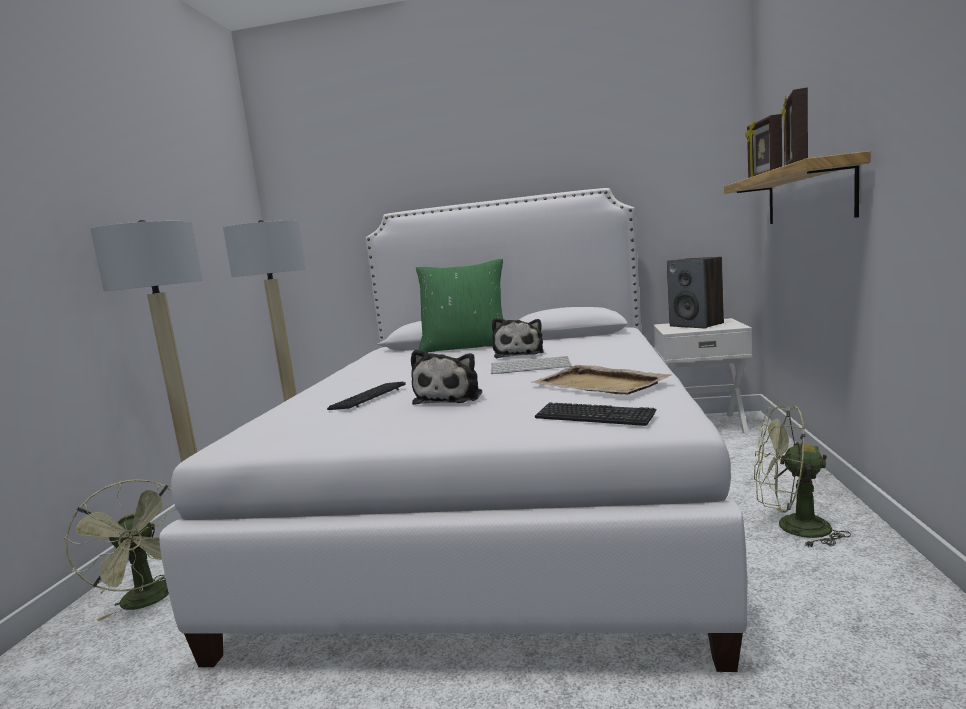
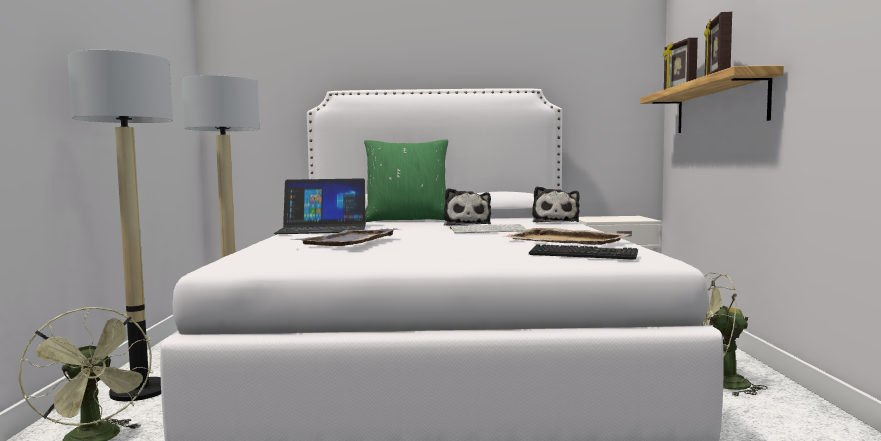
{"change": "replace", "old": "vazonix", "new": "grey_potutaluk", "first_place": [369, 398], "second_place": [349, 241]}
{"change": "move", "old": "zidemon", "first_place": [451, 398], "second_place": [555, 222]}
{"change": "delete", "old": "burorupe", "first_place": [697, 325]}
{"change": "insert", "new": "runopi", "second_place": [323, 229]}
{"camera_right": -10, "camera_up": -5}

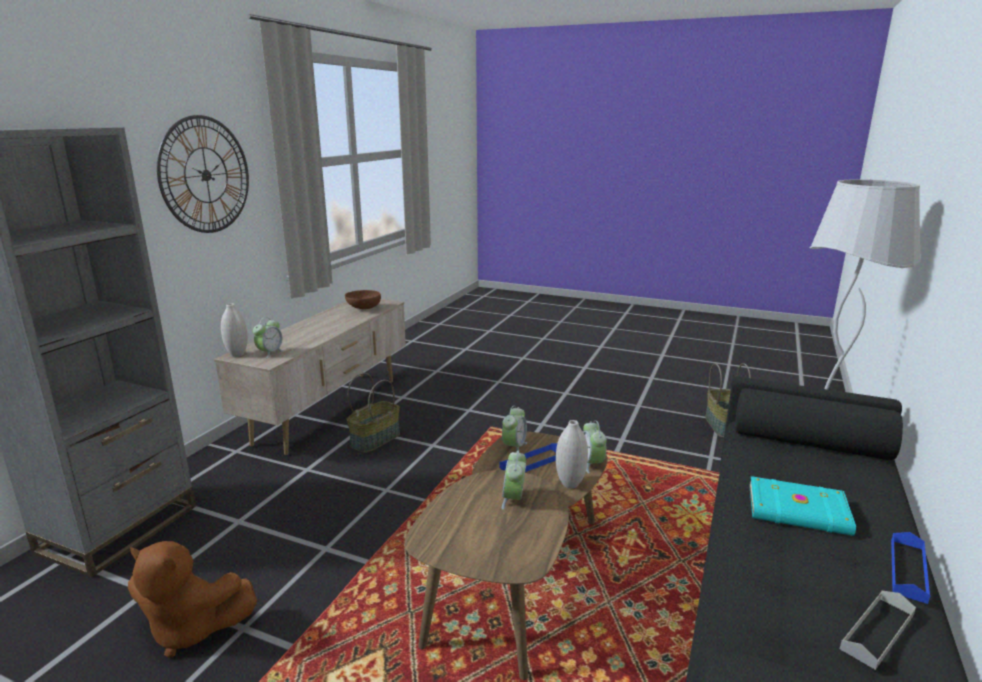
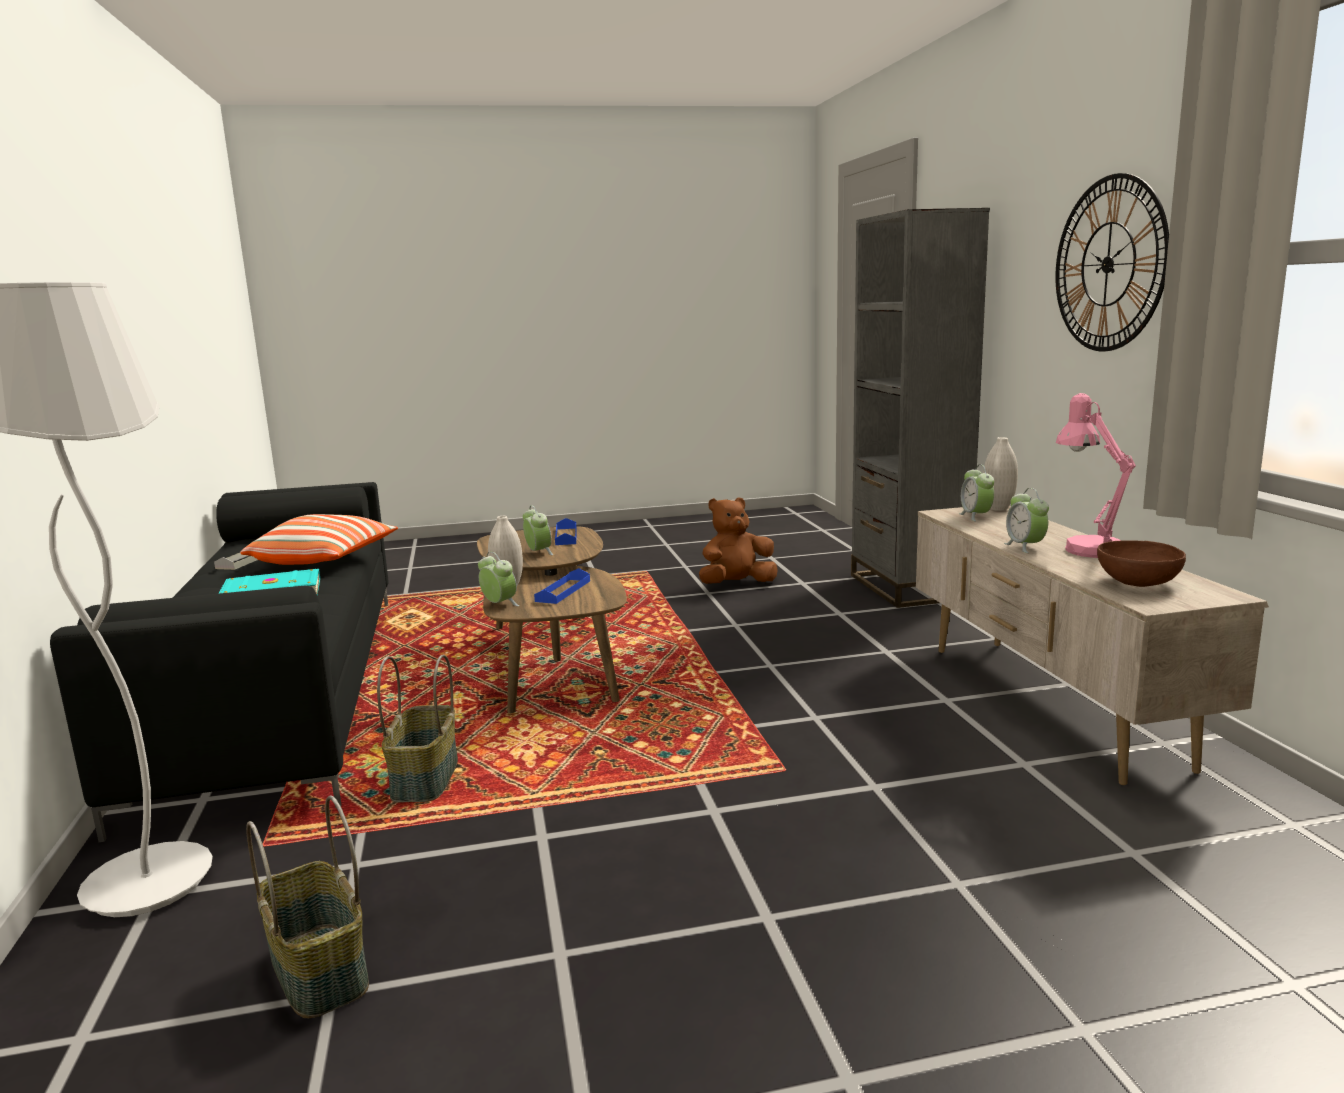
{"change": "move", "old": "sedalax", "first_place": [375, 439], "second_place": [426, 778]}
{"change": "move", "old": "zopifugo", "first_place": [514, 447], "second_place": [1025, 547]}
{"change": "move", "old": "blue_potutaluk", "first_place": [908, 570], "second_place": [566, 536]}
{"change": "insert", "new": "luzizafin", "second_place": [325, 560]}
{"change": "insert", "new": "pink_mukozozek", "second_place": [1087, 547]}
{"camera_right": 145, "camera_up": -5}

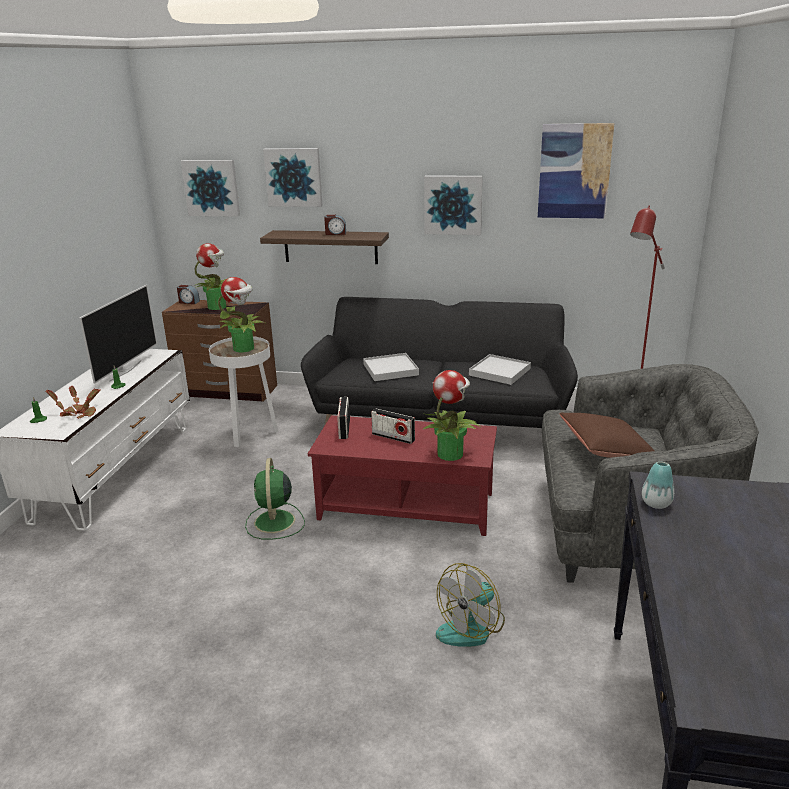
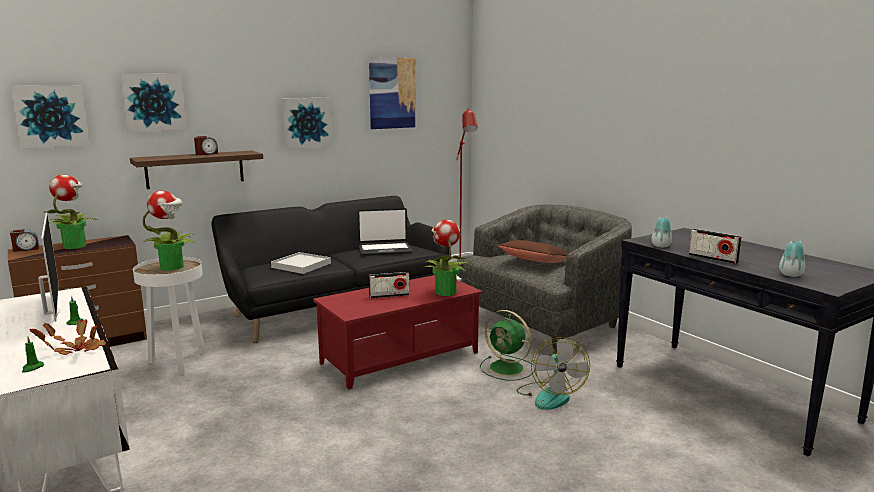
{"change": "move", "old": "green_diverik", "first_place": [274, 522], "second_place": [508, 368]}
{"change": "move", "old": "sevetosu", "first_place": [344, 428], "second_place": [713, 258]}
{"change": "replace", "old": "white_potutaluk", "new": "runopi", "first_place": [500, 372], "second_place": [384, 249]}
{"change": "insert", "new": "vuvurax", "second_place": [790, 275]}
{"camera_right": -45, "camera_up": -10}

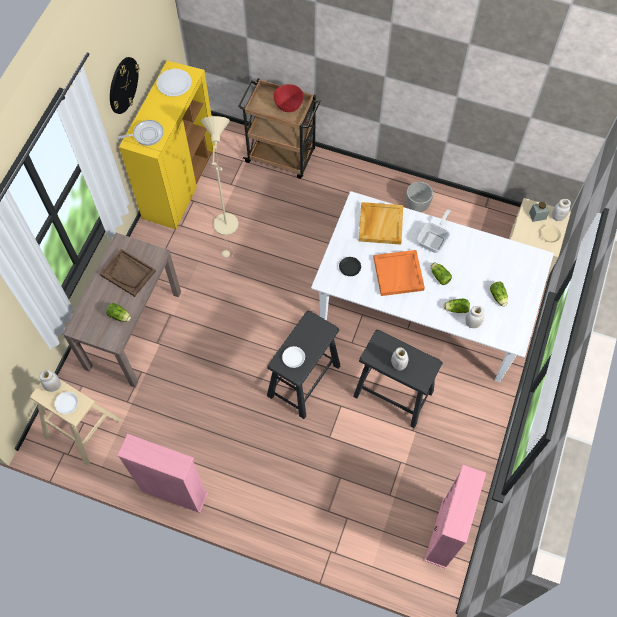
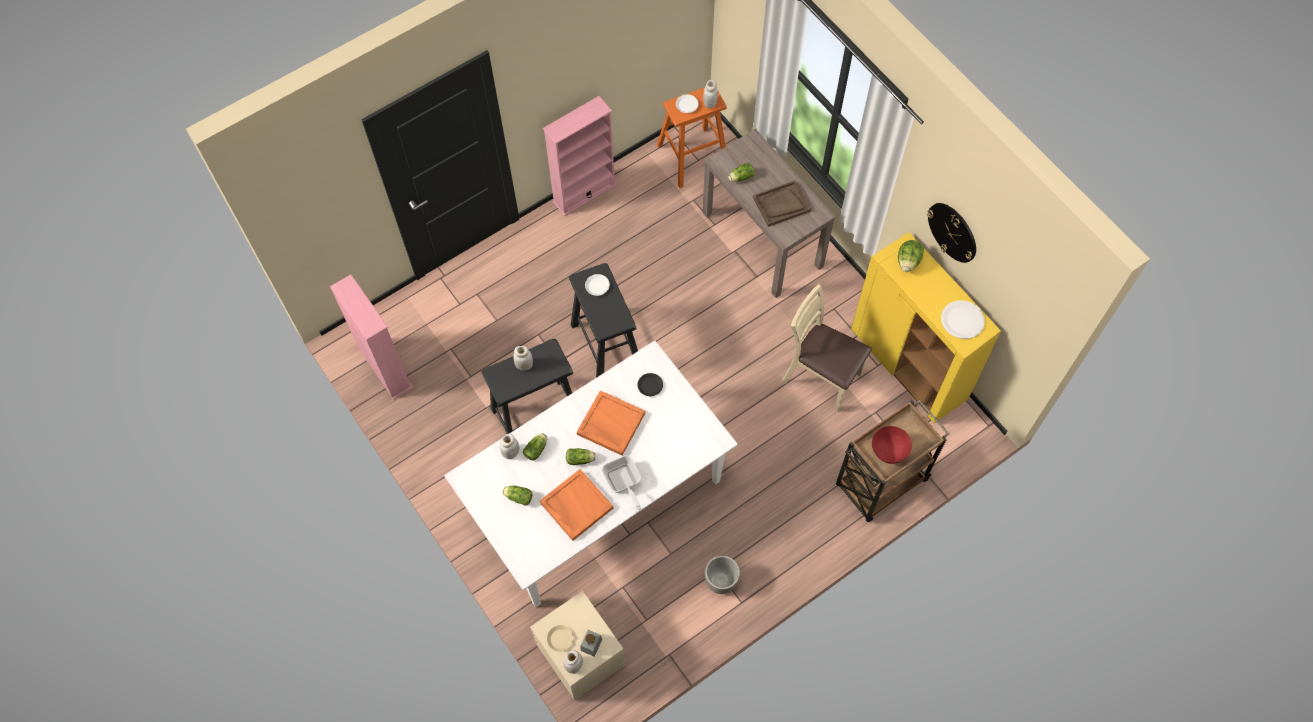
{"change": "recolor", "old": "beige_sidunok", "new": "orange_sidunok", "first_place": [83, 428], "second_place": [693, 157]}
{"change": "replace", "old": "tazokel", "new": "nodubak", "first_place": [146, 135], "second_place": [908, 261]}
{"change": "replace", "old": "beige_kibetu", "new": "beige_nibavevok", "first_place": [227, 229], "second_place": [821, 376]}
{"change": "delete", "old": "beige_potutaluk", "first_place": [380, 224]}
{"change": "insert", "new": "orange_potutaluk", "second_place": [576, 505]}
{"camera_right": 125, "camera_up": 0}

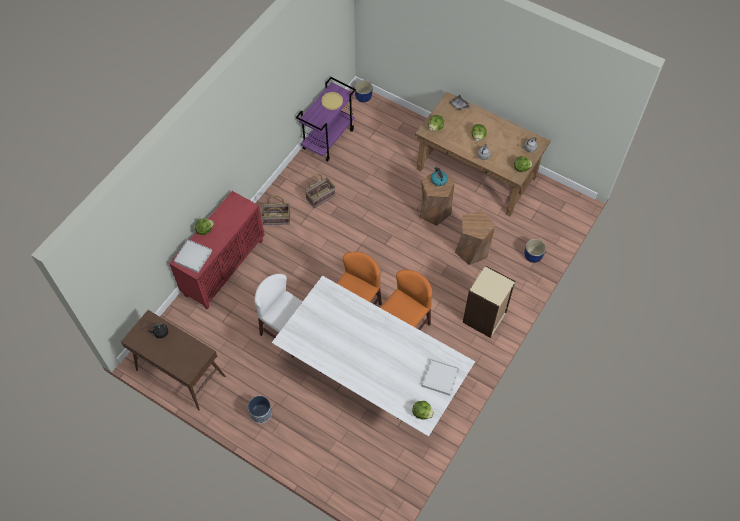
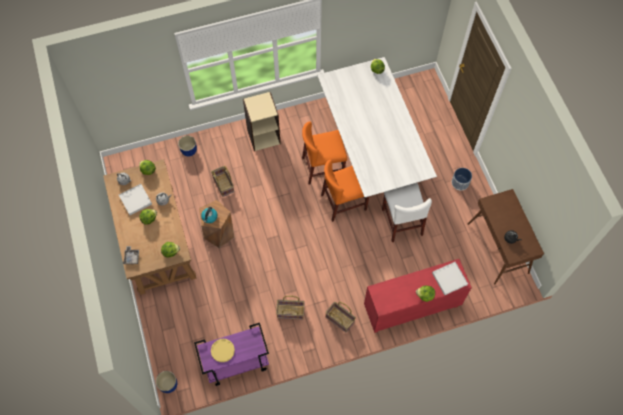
{"change": "move", "old": "white_potutaluk", "first_place": [440, 378], "second_place": [135, 200]}
{"change": "replace", "old": "brown_sidunok", "new": "sedalax", "first_place": [471, 250], "second_place": [224, 185]}
{"camera_right": -140, "camera_up": 5}

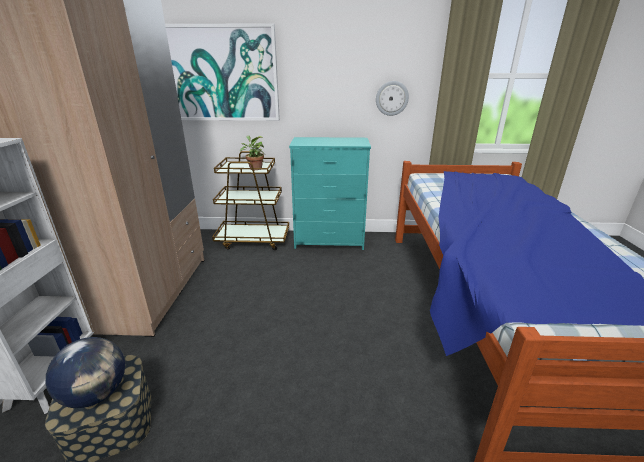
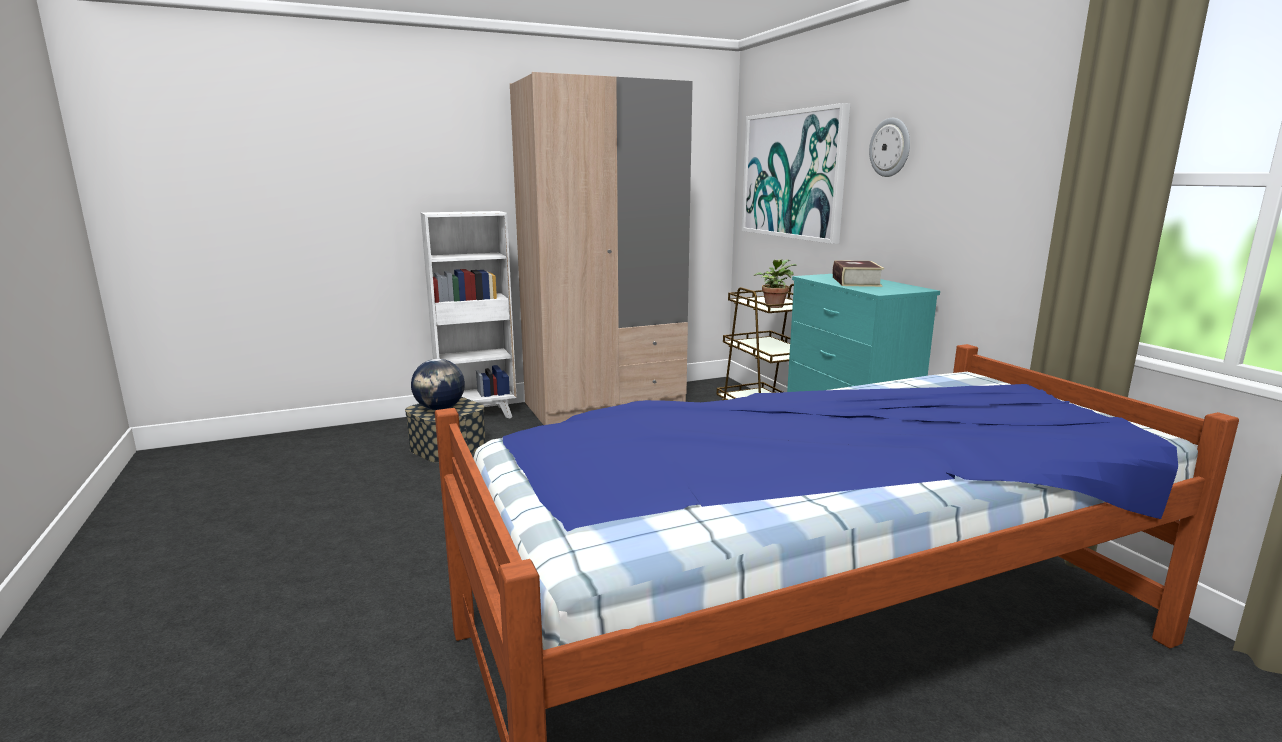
{"change": "move", "old": "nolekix", "first_place": [392, 98], "second_place": [890, 147]}
{"change": "insert", "new": "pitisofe", "second_place": [856, 282]}
{"camera_right": 65, "camera_up": -10}

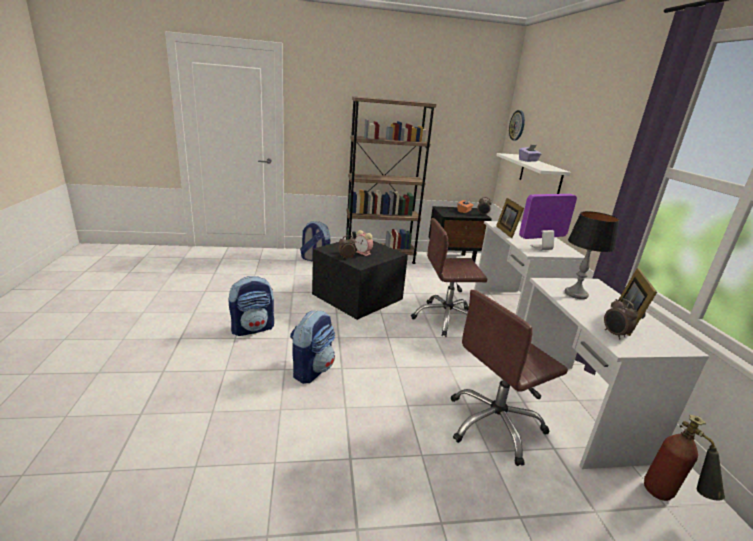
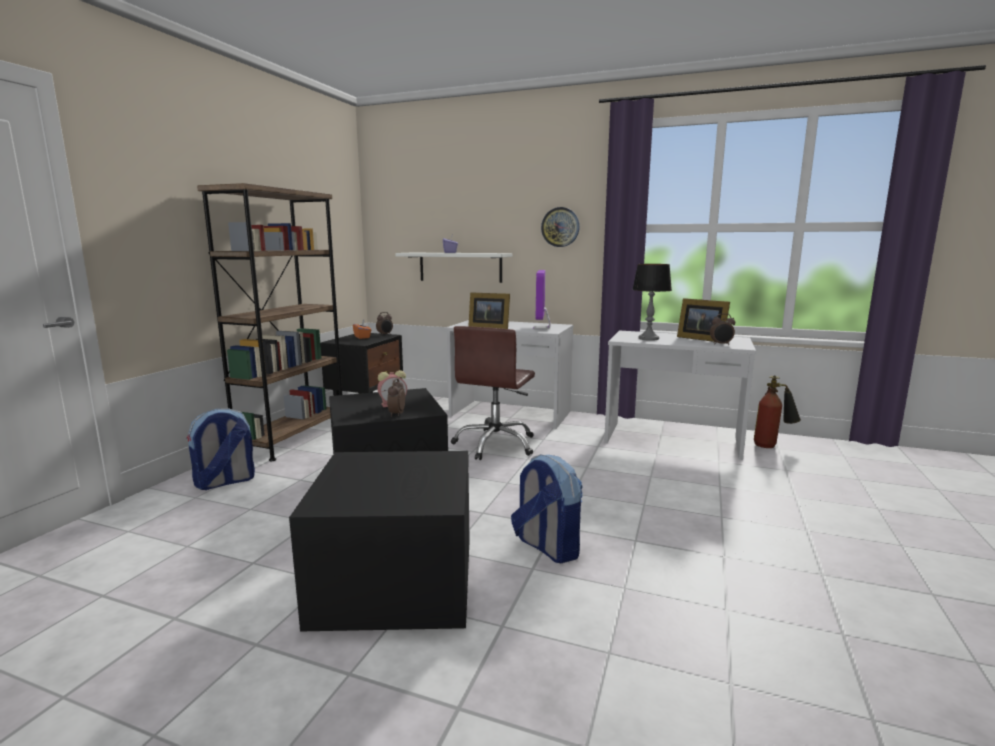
{"change": "replace", "old": "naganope", "new": "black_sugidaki", "first_place": [253, 328], "second_place": [393, 578]}
{"change": "delete", "old": "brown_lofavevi", "first_place": [495, 425]}
{"change": "move", "old": "nolekix", "first_place": [517, 125], "second_place": [560, 227]}
{"camera_right": -60, "camera_up": -10}

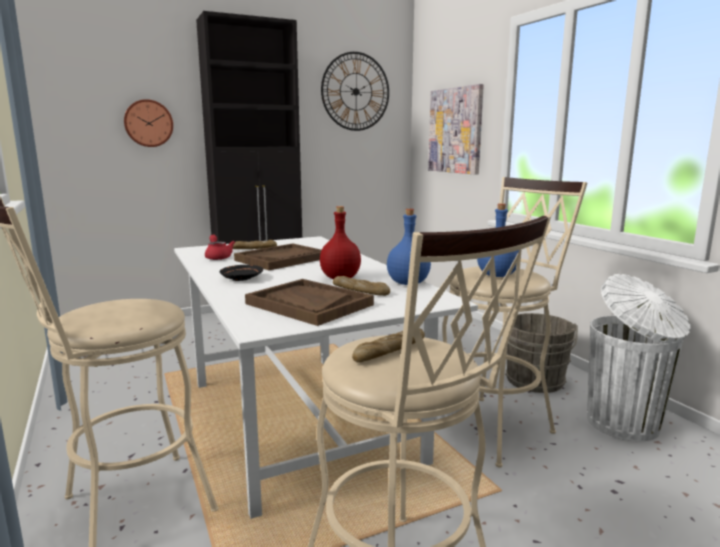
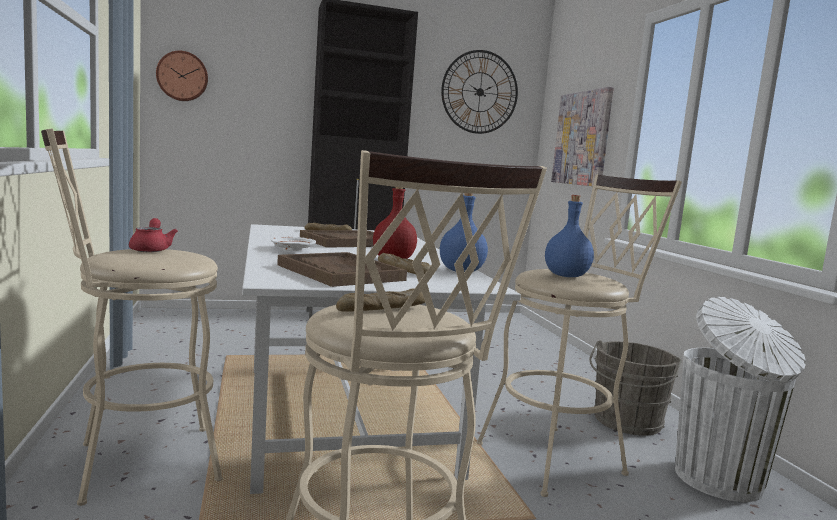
{"change": "move", "old": "nolekix", "first_place": [148, 123], "second_place": [182, 76]}
{"change": "move", "old": "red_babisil", "first_place": [218, 257], "second_place": [151, 249]}
{"change": "recolor", "old": "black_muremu", "new": "white_muremu", "first_place": [241, 278], "second_place": [292, 249]}
{"camera_right": 10, "camera_up": -5}

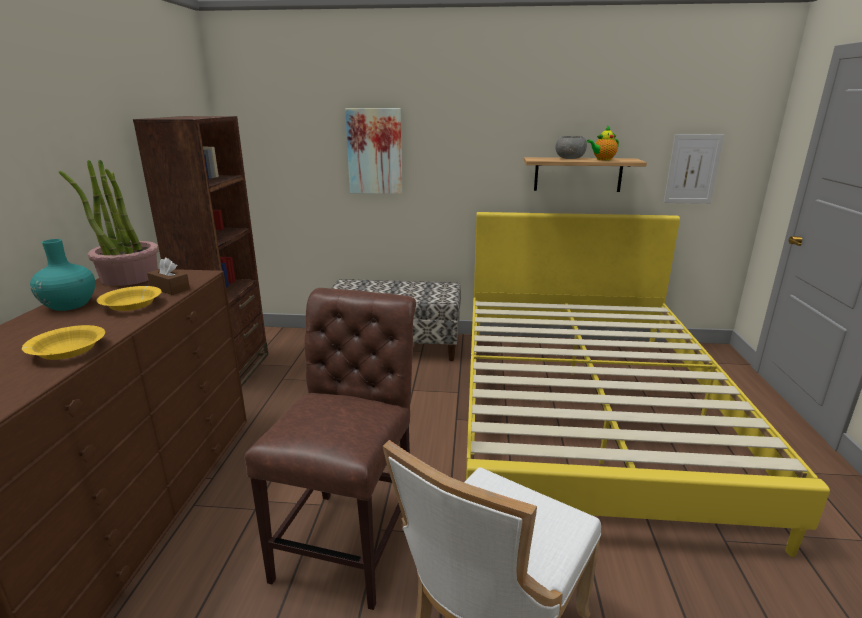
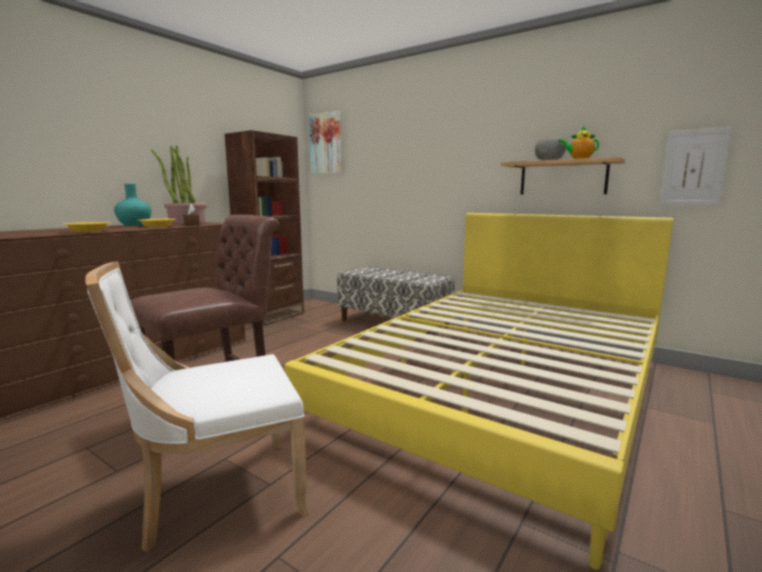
{"change": "move", "old": "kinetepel", "first_place": [375, 151], "second_place": [326, 143]}
{"camera_right": 30, "camera_up": -10}

